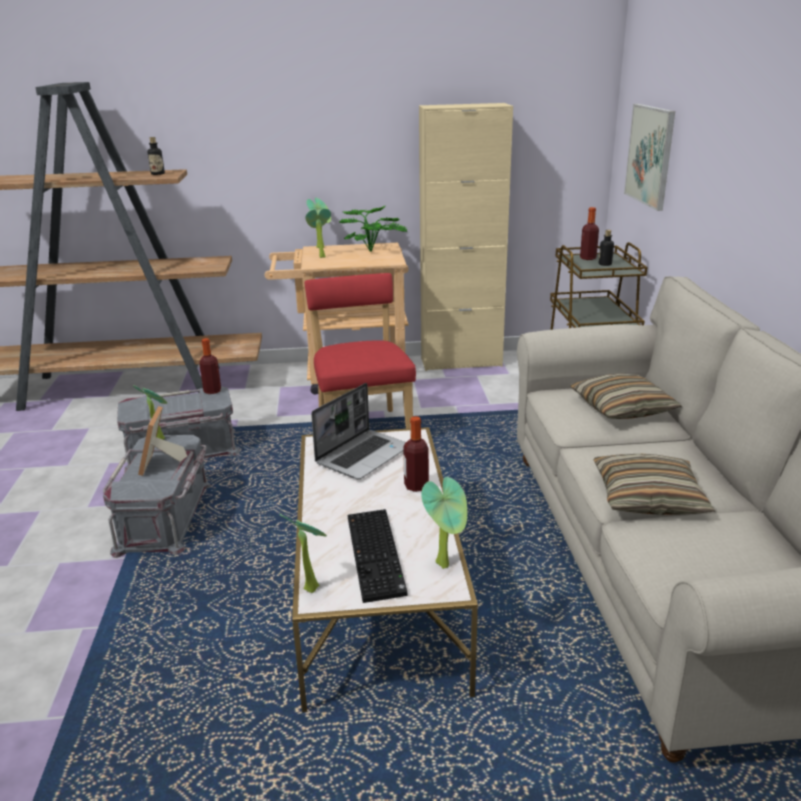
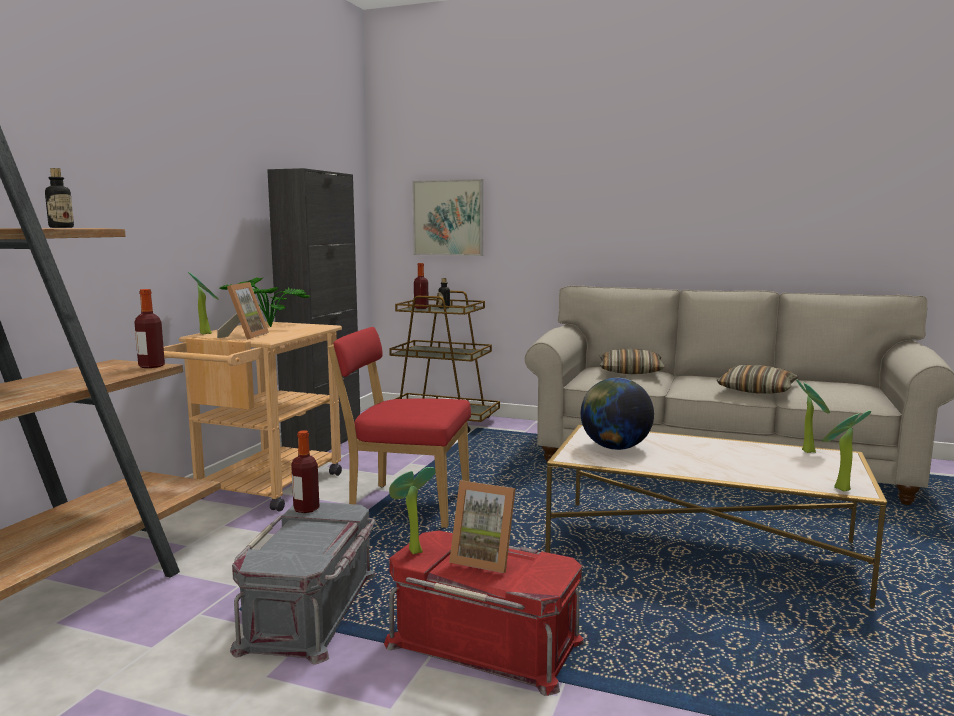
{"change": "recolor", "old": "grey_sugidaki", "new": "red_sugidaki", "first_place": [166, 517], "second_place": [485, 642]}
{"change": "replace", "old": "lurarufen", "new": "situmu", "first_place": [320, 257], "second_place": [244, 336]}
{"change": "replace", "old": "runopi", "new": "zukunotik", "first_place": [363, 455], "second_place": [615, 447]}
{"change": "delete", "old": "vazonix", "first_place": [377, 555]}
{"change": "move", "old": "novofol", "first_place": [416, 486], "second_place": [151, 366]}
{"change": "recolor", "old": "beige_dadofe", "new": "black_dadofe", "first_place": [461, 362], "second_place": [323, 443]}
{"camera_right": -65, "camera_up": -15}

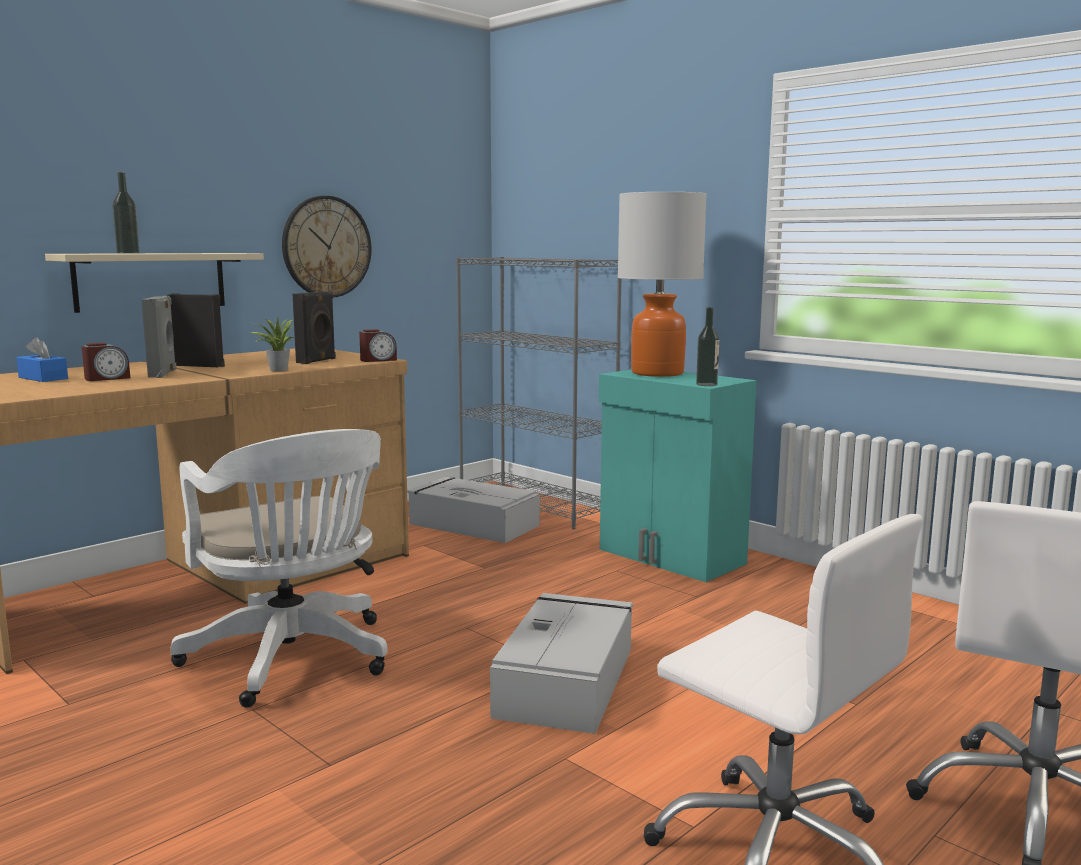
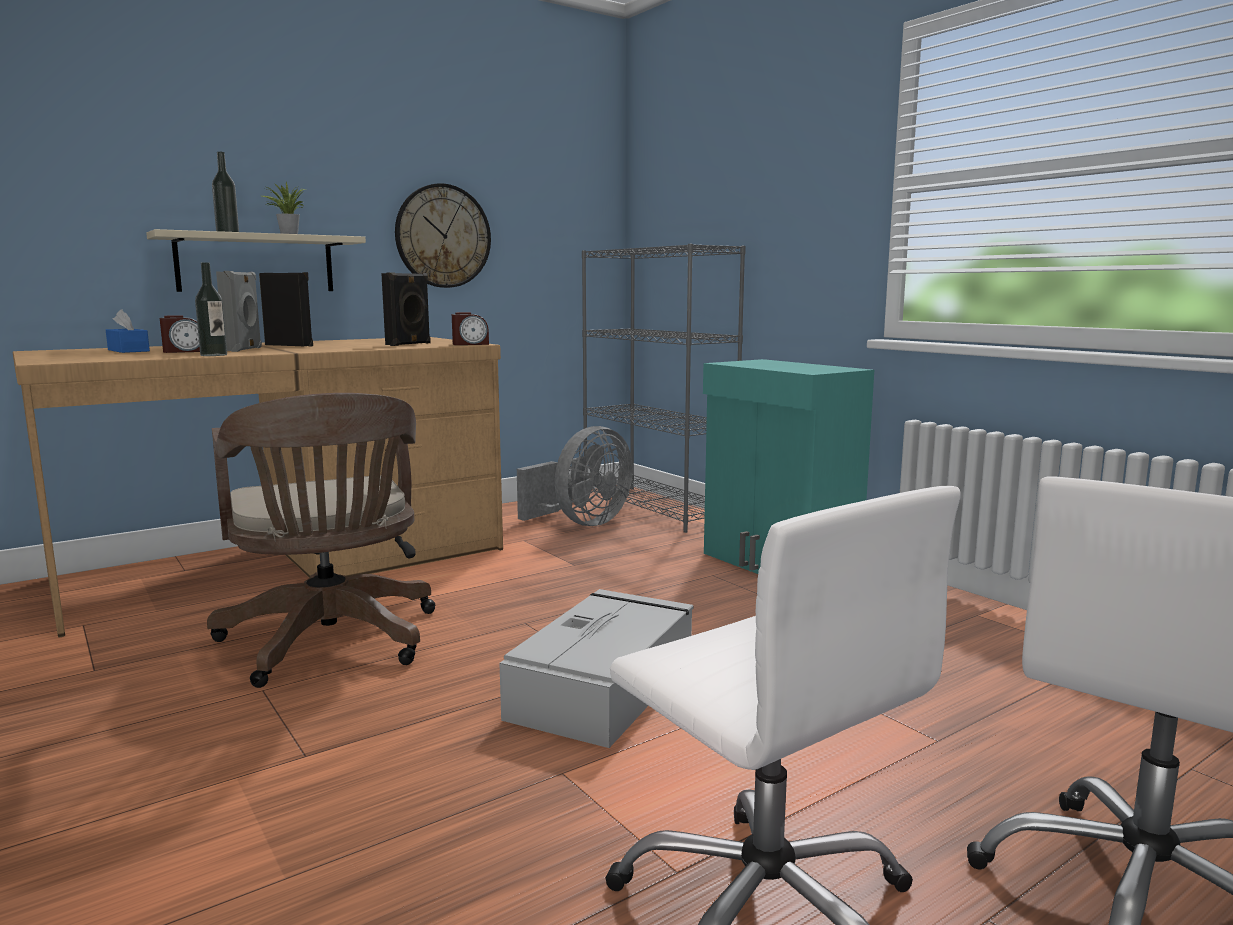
{"change": "recolor", "old": "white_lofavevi", "new": "brown_lofavevi", "first_place": [293, 660], "second_place": [332, 643]}
{"change": "move", "old": "lurarufen", "first_place": [276, 370], "second_place": [287, 234]}
{"change": "replace", "old": "grey_sugidaki", "new": "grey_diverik", "first_place": [472, 524], "second_place": [582, 523]}
{"change": "delete", "old": "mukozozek", "first_place": [658, 373]}
{"change": "move", "old": "novofol", "first_place": [706, 384], "second_place": [214, 355]}
{"camera_right": 10, "camera_up": 0}

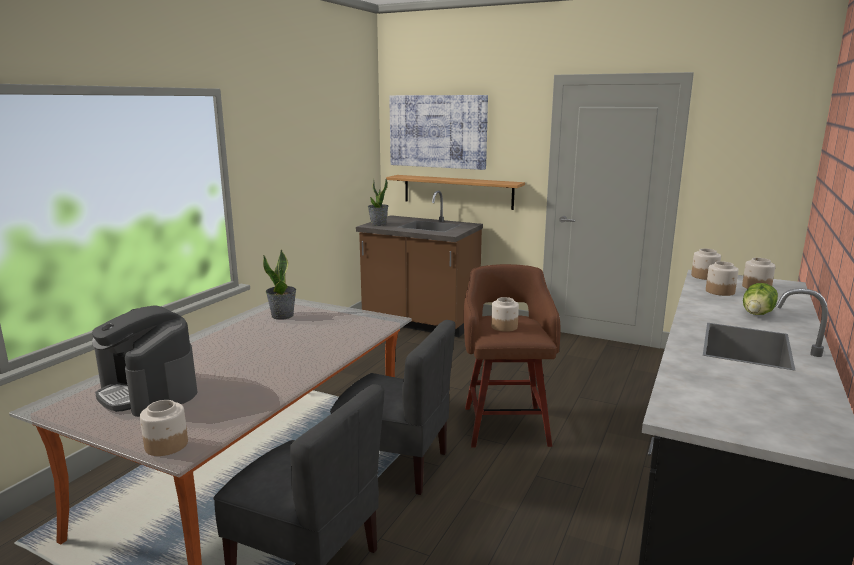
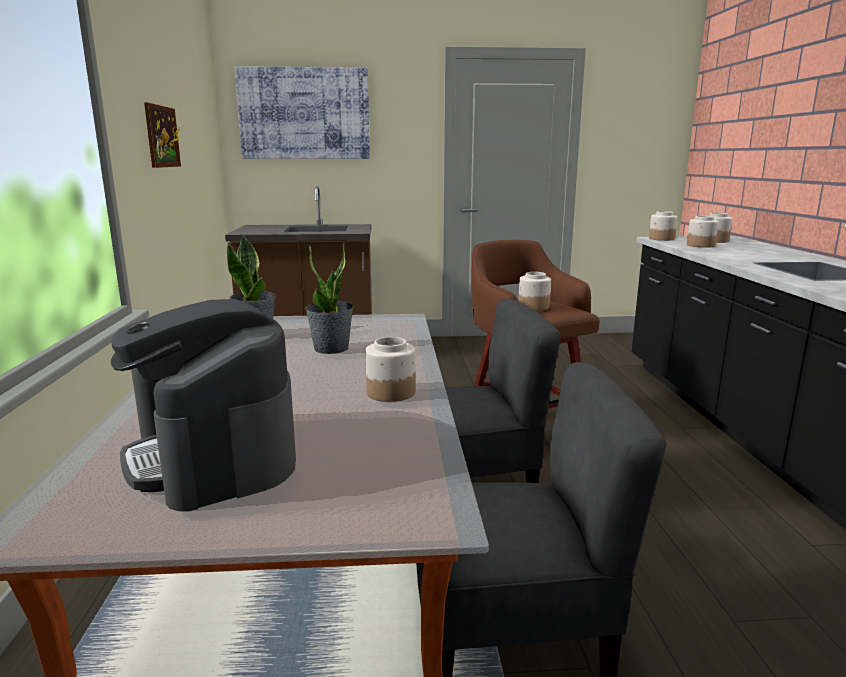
{"change": "rotate", "old": "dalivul", "first_place": [149, 391], "second_place": [213, 456], "degrees": 45}
{"change": "move", "old": "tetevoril", "first_place": [166, 445], "second_place": [390, 393]}
{"change": "move", "old": "lurarufen", "first_place": [378, 224], "second_place": [331, 348]}
{"change": "delete", "old": "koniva", "first_place": [457, 191]}
{"change": "delete", "old": "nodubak", "first_place": [758, 314]}
{"change": "insert", "new": "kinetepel", "second_place": [162, 136]}
{"camera_right": -30, "camera_up": 0}

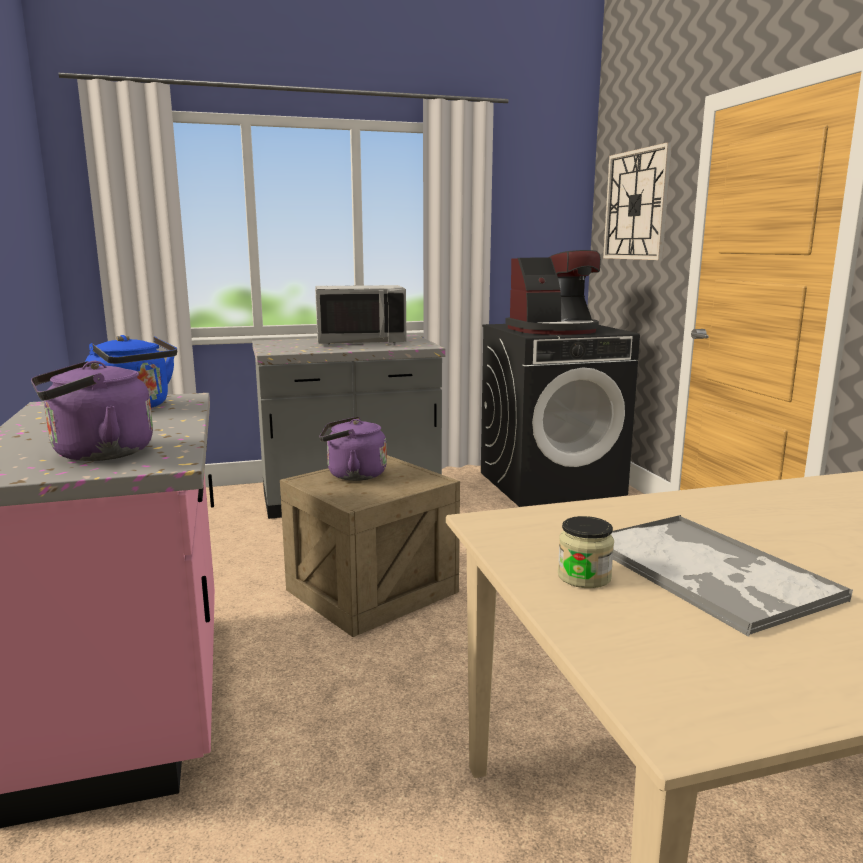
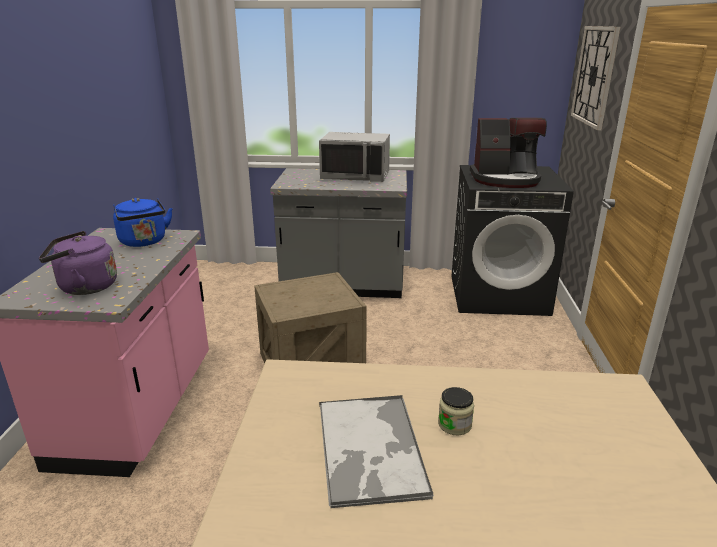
{"change": "delete", "old": "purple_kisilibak", "first_place": [352, 475]}
{"change": "move", "old": "tetevoril", "first_place": [584, 577], "second_place": [454, 424]}
{"camera_right": 20, "camera_up": 10}

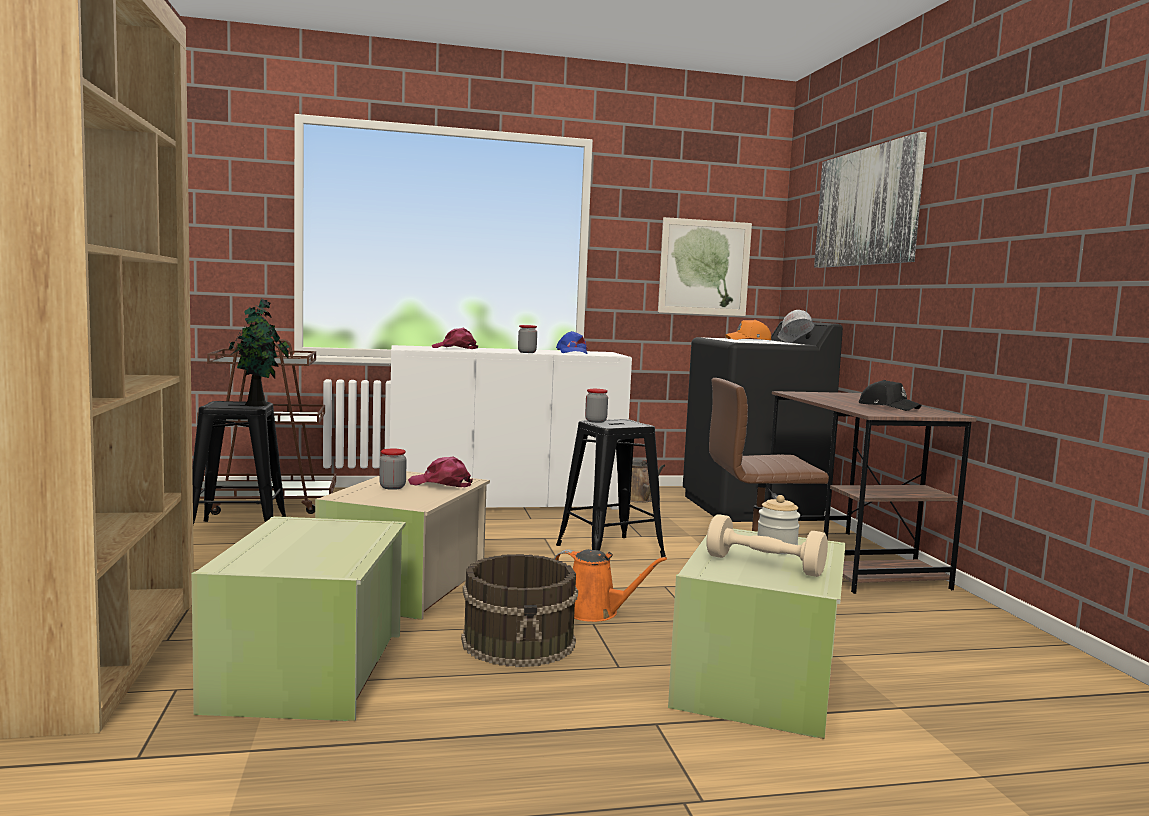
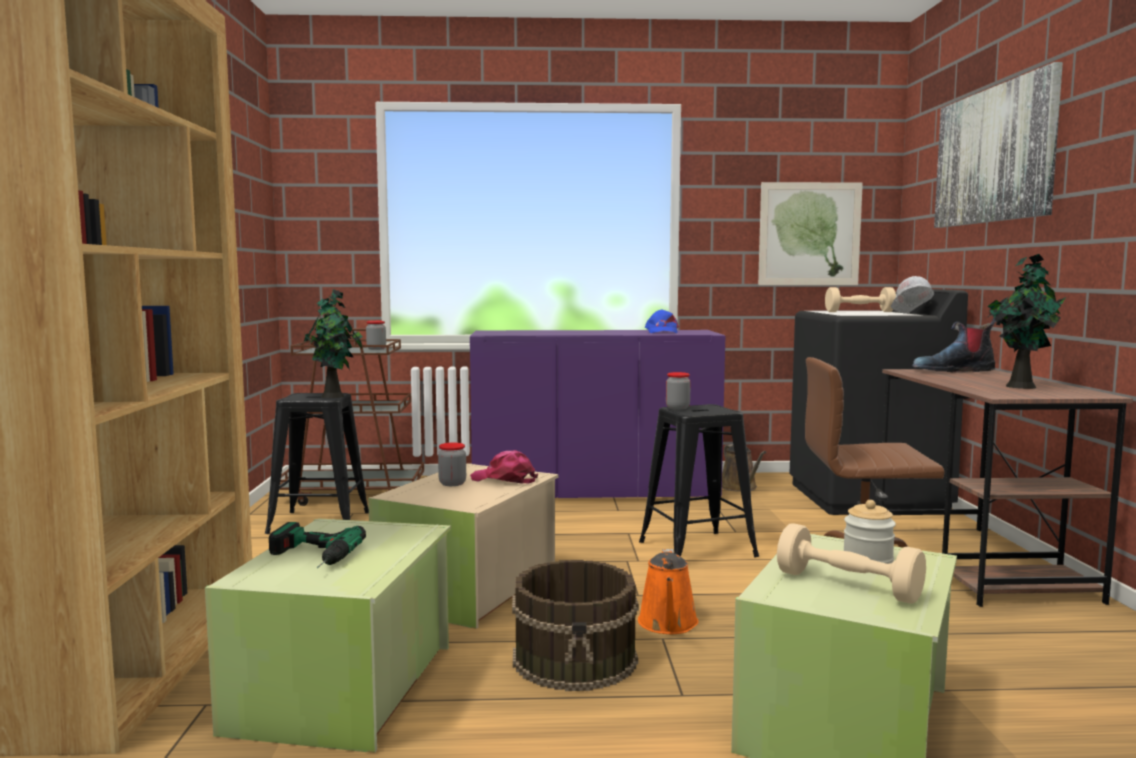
{"change": "recolor", "old": "white_dadofe", "new": "purple_dadofe", "first_place": [505, 502], "second_place": [594, 491]}
{"change": "delete", "old": "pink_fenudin", "first_place": [455, 348]}
{"change": "move", "old": "tetevoril", "first_place": [527, 352], "second_place": [376, 349]}
{"change": "rotate", "old": "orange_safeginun", "first_place": [595, 612], "second_place": [668, 624], "degrees": 60}
{"change": "replace", "old": "orange_fenudin", "new": "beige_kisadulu", "first_place": [749, 340], "second_place": [859, 312]}
{"change": "replace", "old": "black_fenudin", "new": "lurarufen", "first_place": [888, 407], "second_place": [1020, 386]}
{"change": "insert", "new": "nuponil", "second_place": [308, 558]}
{"change": "insert", "new": "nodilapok", "second_place": [953, 371]}
{"camera_right": 10, "camera_up": 0}

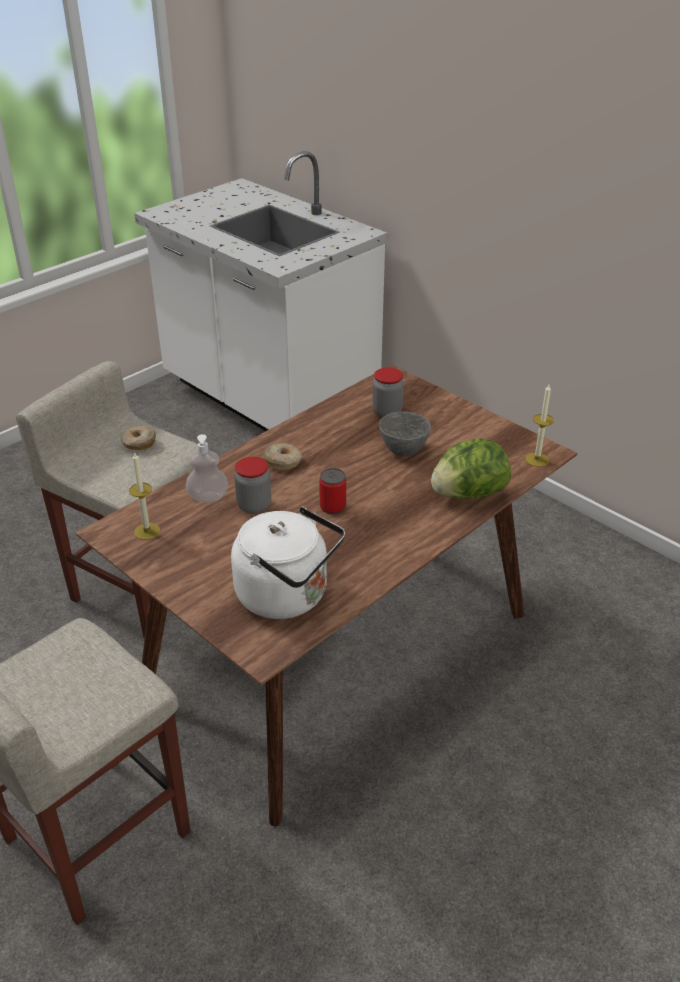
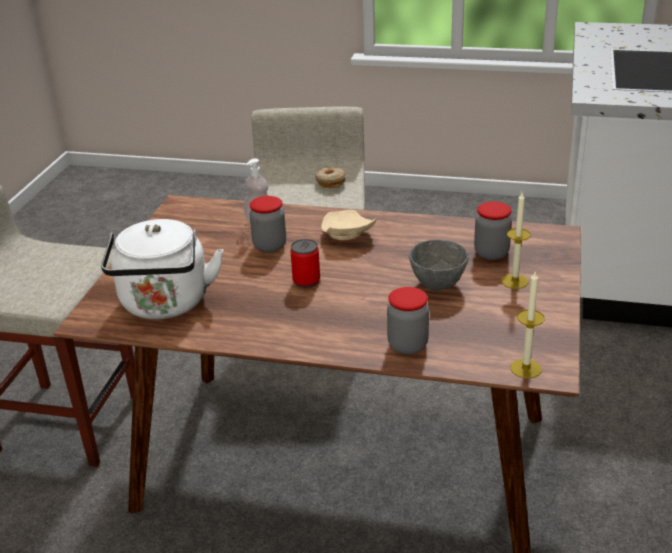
{"change": "move", "old": "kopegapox", "first_place": [147, 531], "second_place": [514, 281]}
{"change": "replace", "old": "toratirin", "new": "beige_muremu", "first_place": [283, 462], "second_place": [345, 235]}
{"change": "replace", "old": "nodubak", "new": "tetevoril", "first_place": [468, 494], "second_place": [407, 345]}
{"camera_right": 60, "camera_up": -5}

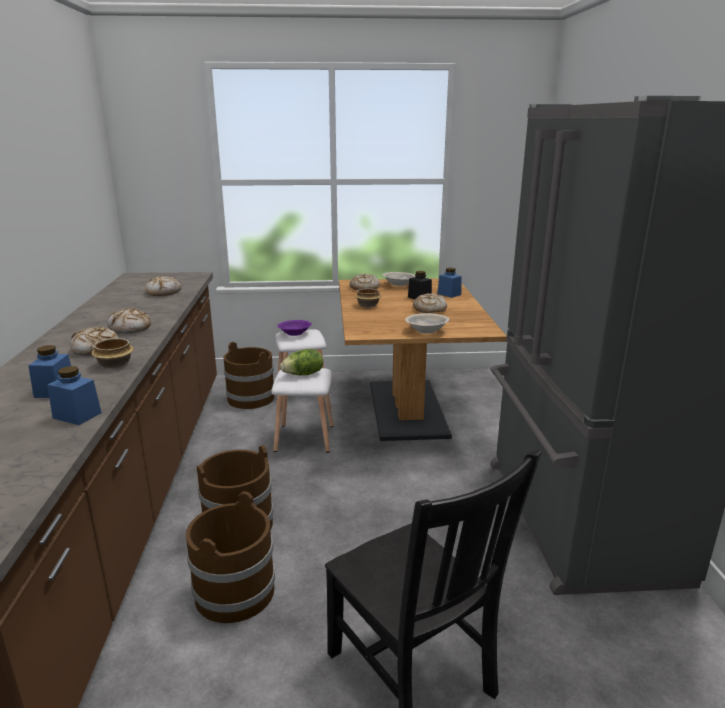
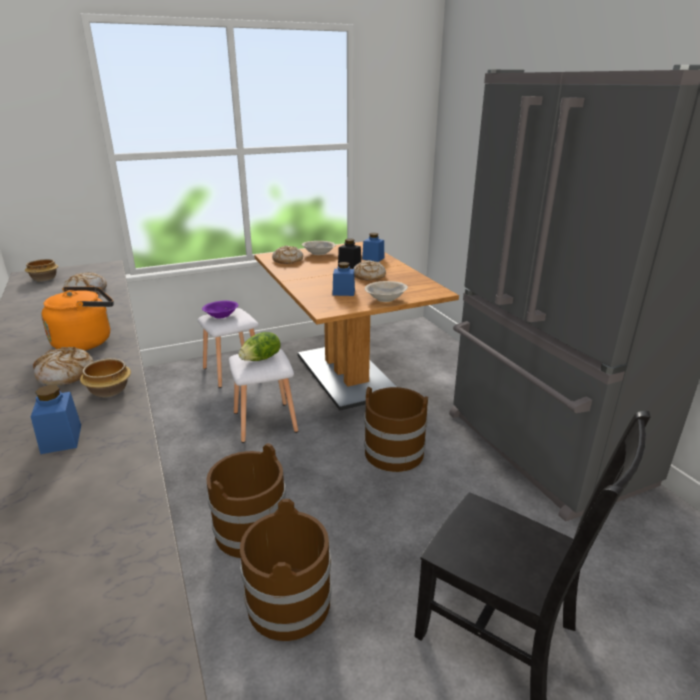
{"change": "move", "old": "blue_tetevoril", "first_place": [77, 415], "second_place": [343, 292]}
{"change": "replace", "old": "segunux", "new": "orange_kisilibak", "first_place": [130, 328], "second_place": [86, 341]}
{"change": "move", "old": "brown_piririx", "first_place": [251, 398], "second_place": [394, 452]}
{"change": "move", "old": "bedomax", "first_place": [367, 305], "second_place": [44, 279]}
{"camera_right": -20, "camera_up": 5}

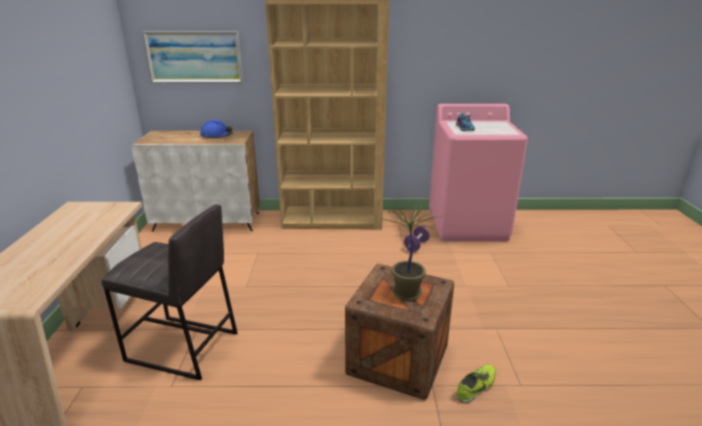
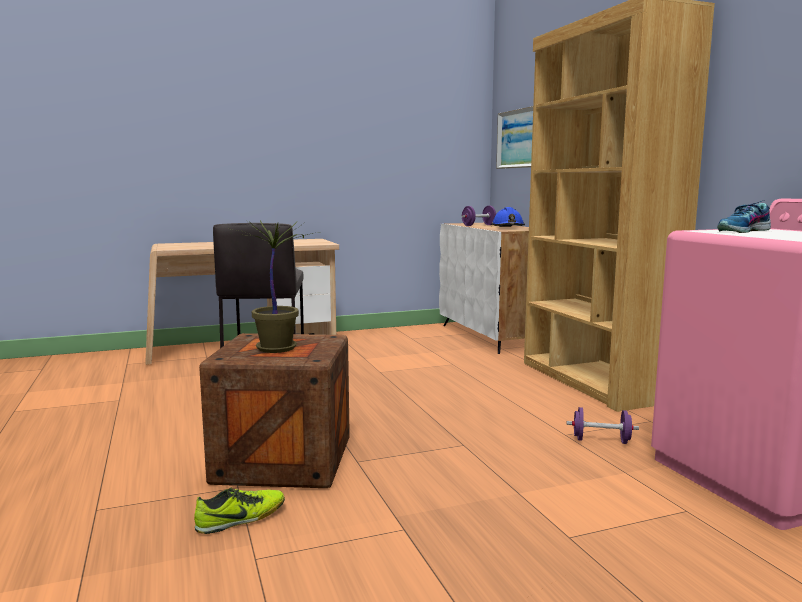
{"change": "rotate", "old": "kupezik", "first_place": [476, 387], "second_place": [241, 519], "degrees": -60}
{"change": "insert", "new": "purple_kisadulu", "second_place": [478, 225]}
{"camera_right": 70, "camera_up": -15}

